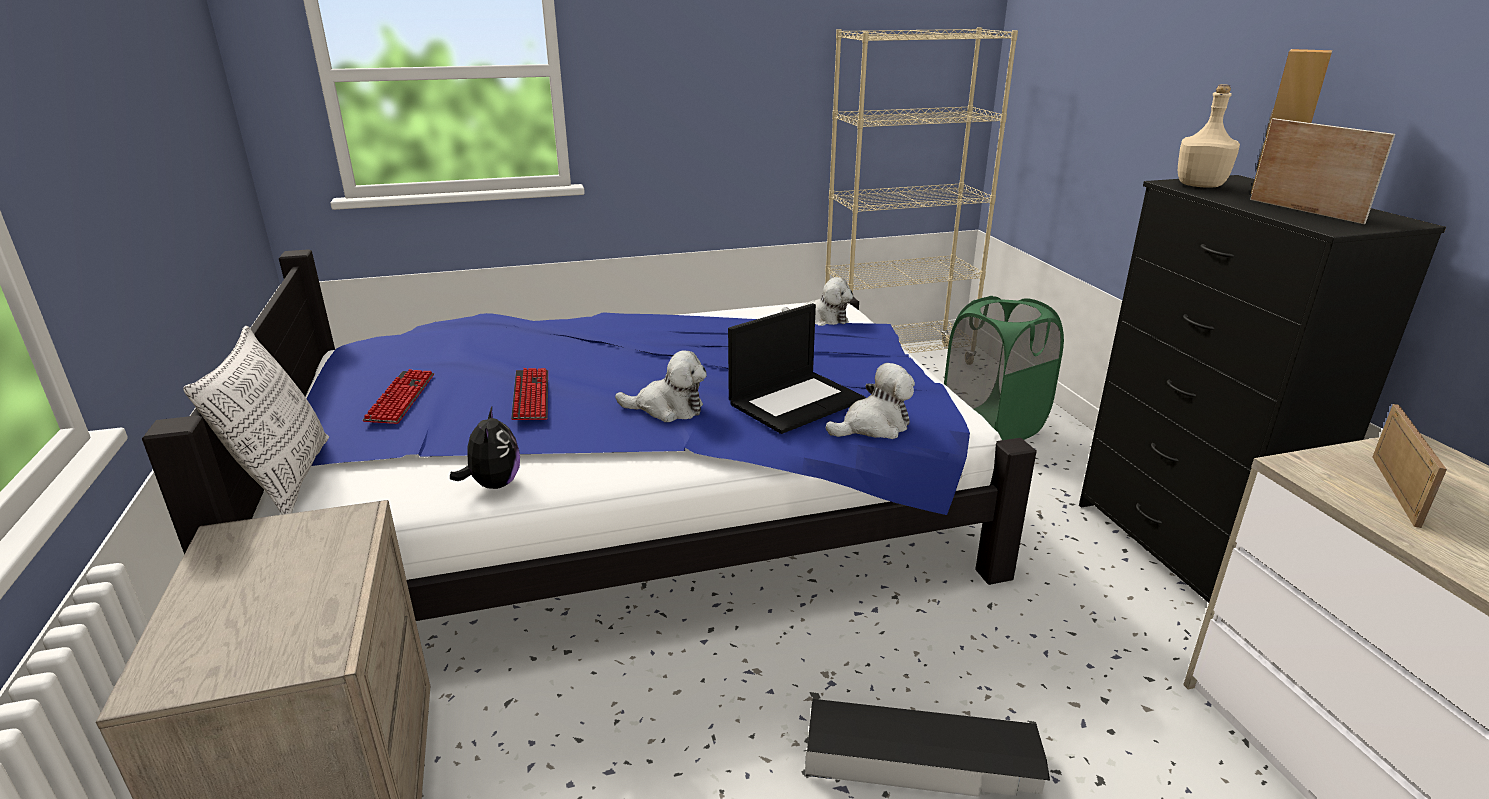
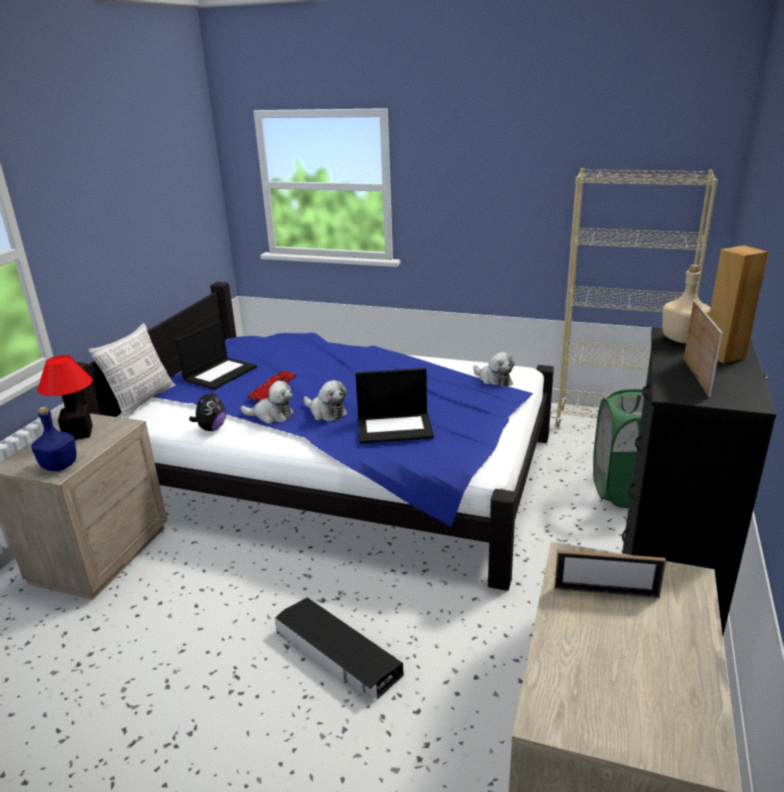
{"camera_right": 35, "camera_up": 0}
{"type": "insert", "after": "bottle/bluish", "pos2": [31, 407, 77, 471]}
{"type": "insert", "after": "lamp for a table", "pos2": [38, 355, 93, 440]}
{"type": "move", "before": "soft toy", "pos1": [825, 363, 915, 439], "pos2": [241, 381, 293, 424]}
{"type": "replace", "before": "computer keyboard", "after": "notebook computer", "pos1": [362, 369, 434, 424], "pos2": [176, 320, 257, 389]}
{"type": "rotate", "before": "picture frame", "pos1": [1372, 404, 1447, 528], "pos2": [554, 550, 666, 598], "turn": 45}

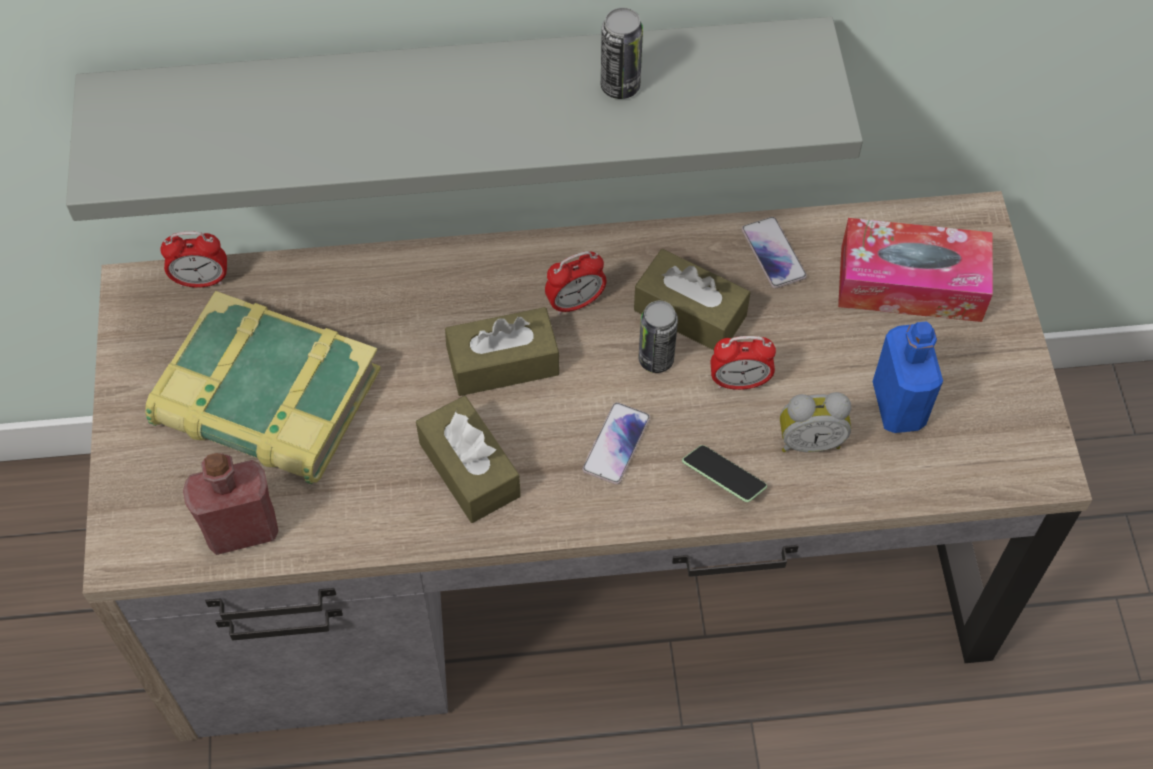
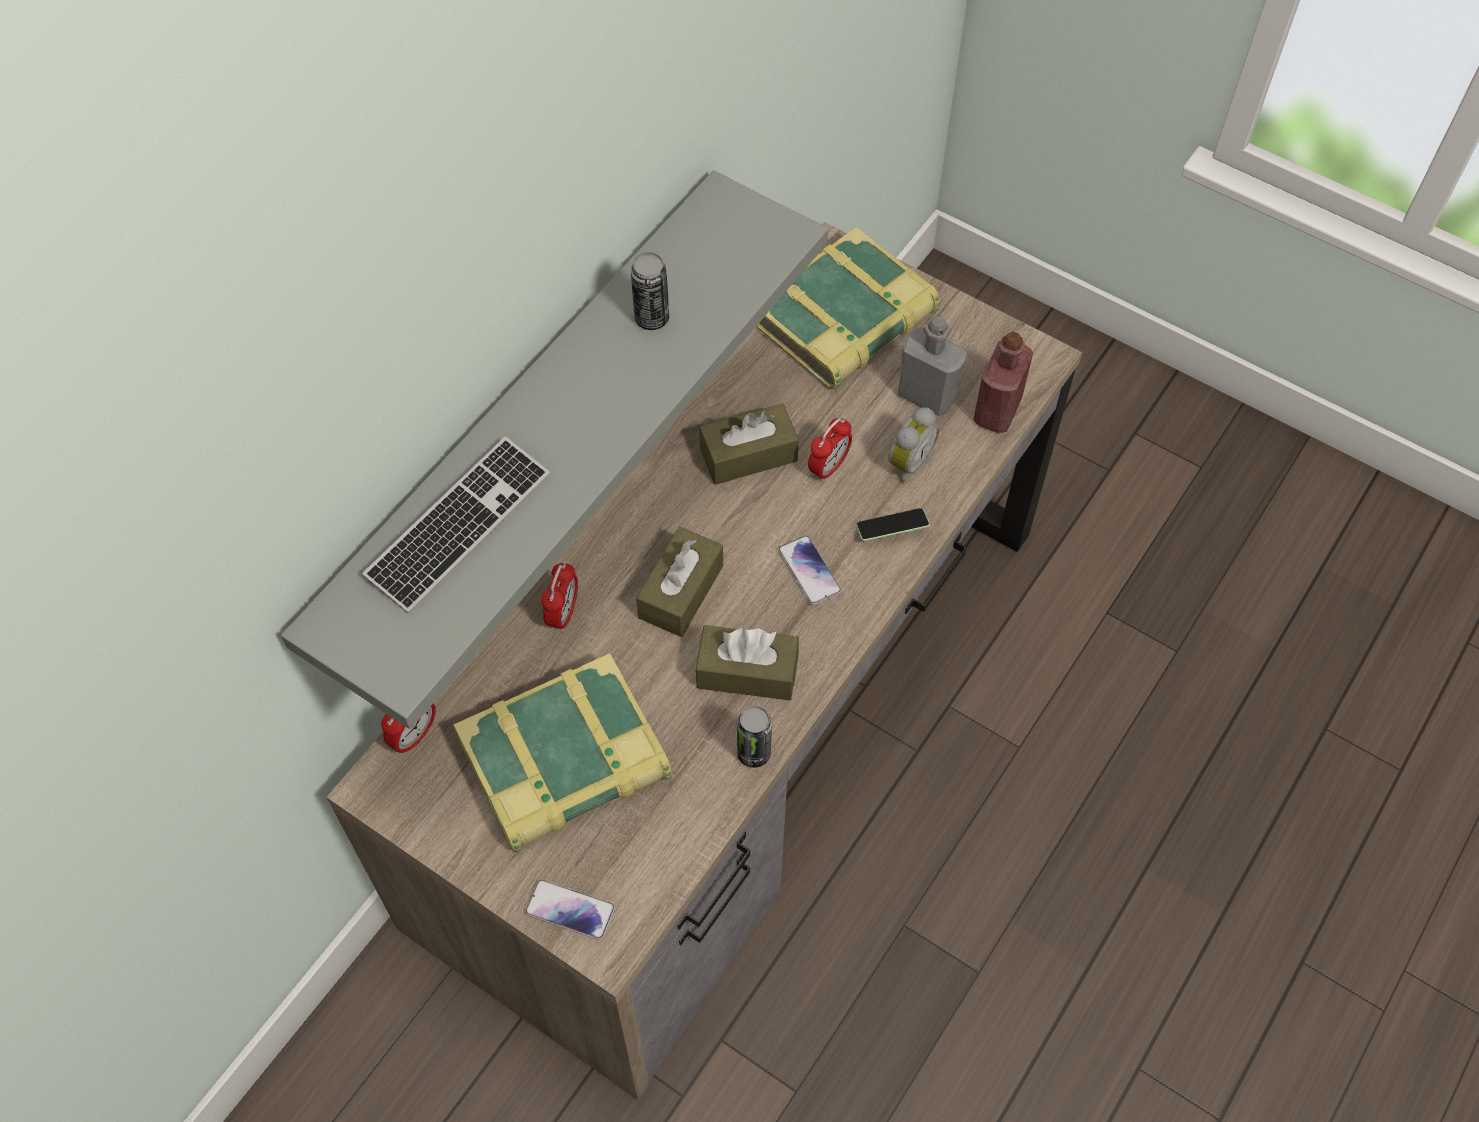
{"camera_right": -50, "camera_up": 0}
{"type": "insert", "after": "computer keyboard", "pos2": [362, 437, 550, 613]}
{"type": "move", "before": "bottle/reddish", "pos1": [183, 453, 278, 555], "pos2": [973, 331, 1033, 433]}
{"type": "move", "before": "bedside clock", "pos1": [545, 251, 606, 315], "pos2": [541, 562, 578, 632]}
{"type": "move", "before": "sealed can", "pos1": [639, 301, 678, 373], "pos2": [737, 705, 772, 768]}
{"type": "move", "before": "phone", "pos1": [742, 217, 807, 289], "pos2": [525, 879, 616, 940]}
{"type": "replace", "before": "box of tissues", "after": "bound book", "pos1": [838, 218, 993, 322], "pos2": [756, 227, 940, 390]}
{"type": "recolor", "before": "bottle/bluish", "after": "bottle/grey", "pos1": [872, 321, 943, 433], "pos2": [898, 317, 967, 416]}

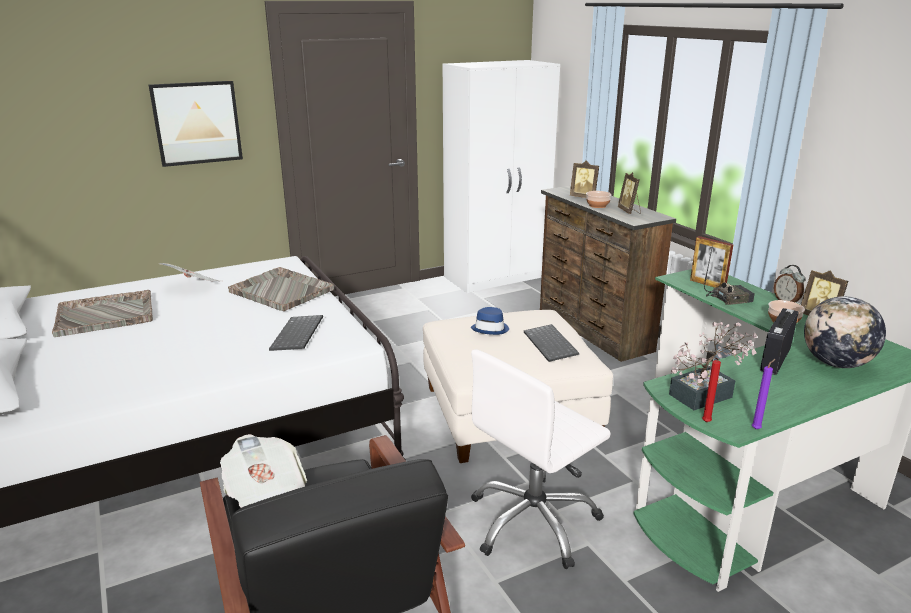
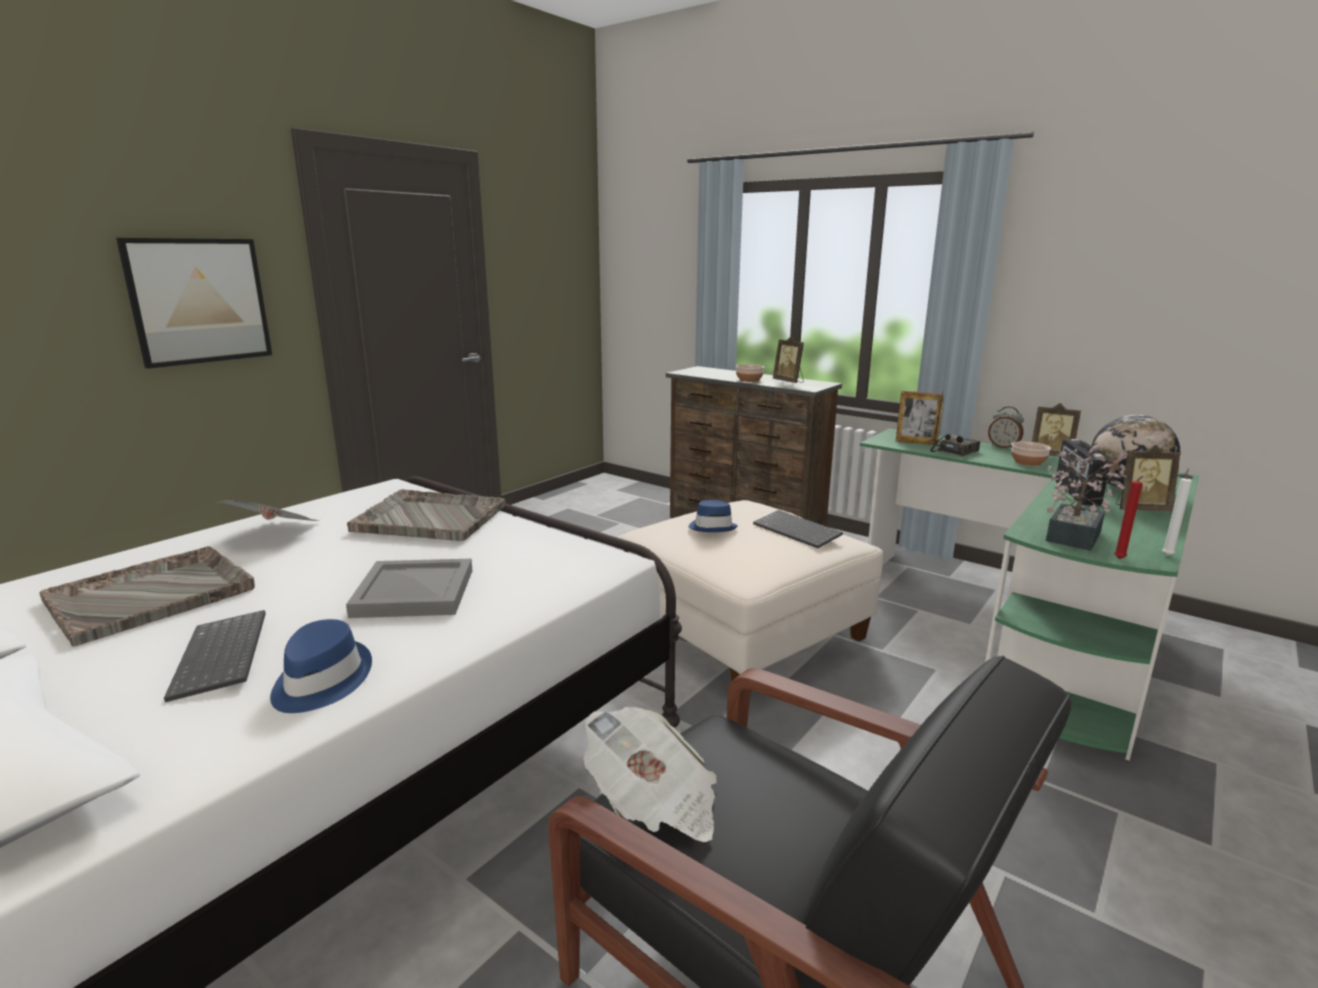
{"camera_right": -25, "camera_up": -5}
{"type": "delete", "before": "clothes cupboard/white", "pos1": [443, 60, 560, 293]}
{"type": "delete", "before": "office chair/white", "pos1": [471, 349, 611, 569]}
{"type": "insert", "after": "hat/bluish", "pos2": [270, 619, 372, 713]}
{"type": "insert", "after": "carrying tray/grey", "pos2": [346, 559, 472, 618]}
{"type": "move", "before": "computer keyboard", "pos1": [269, 315, 323, 351], "pos2": [164, 610, 266, 702]}
{"type": "move", "before": "picture frame", "pos1": [570, 160, 599, 198], "pos2": [1116, 445, 1181, 512]}
{"type": "recolor", "before": "candle/purplish", "after": "candle/white", "pos1": [752, 359, 775, 429], "pos2": [1162, 469, 1192, 556]}

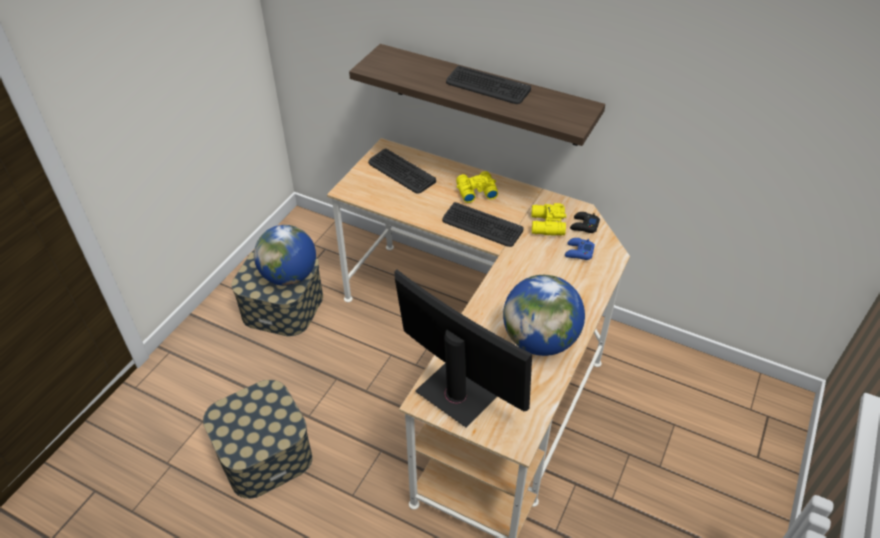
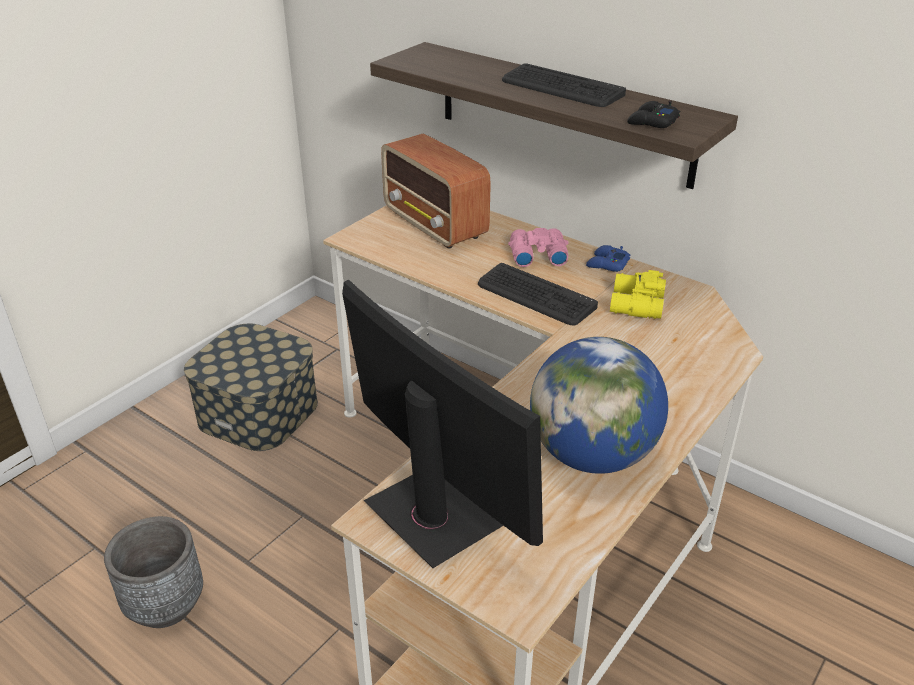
{"camera_right": 10, "camera_up": -10}
{"type": "delete", "before": "desk globe", "pos1": [254, 225, 316, 286]}
{"type": "move", "before": "gamepad/bluish", "pos1": [565, 238, 595, 260], "pos2": [586, 245, 631, 272]}
{"type": "move", "before": "gamepad/black", "pos1": [570, 212, 600, 233], "pos2": [627, 101, 680, 128]}
{"type": "replace", "before": "storage box", "after": "plant pot/grey", "pos1": [203, 380, 313, 499], "pos2": [104, 516, 203, 628]}
{"type": "replace", "before": "computer keyboard", "after": "radio", "pos1": [368, 148, 436, 194], "pos2": [381, 134, 491, 249]}
{"type": "recolor", "before": "field glasses/yellow", "after": "field glasses/pinkish", "pos1": [456, 171, 498, 203], "pos2": [508, 228, 569, 267]}

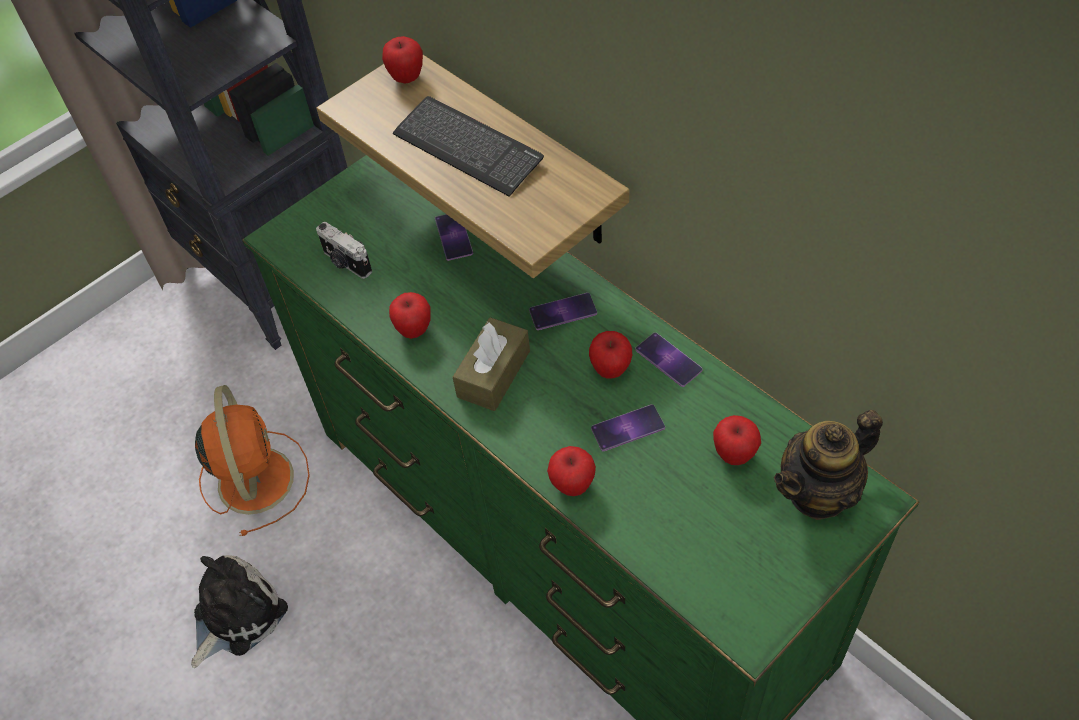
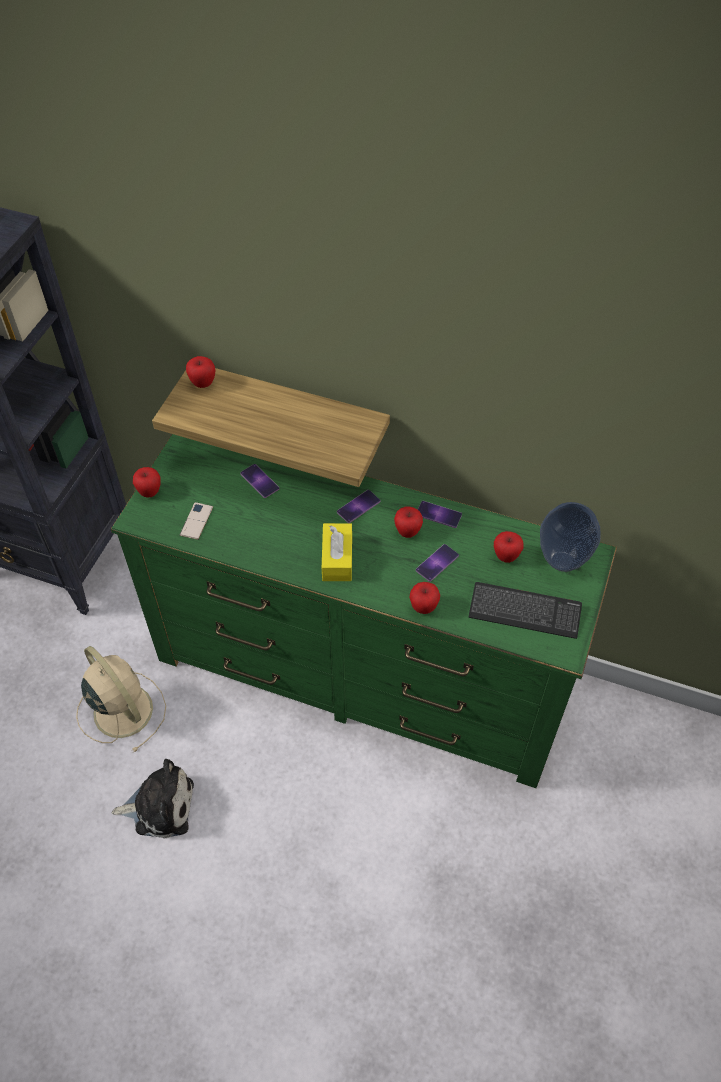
{"camera_right": -30, "camera_up": 0}
{"type": "move", "before": "whole apple", "pos1": [389, 292, 431, 339], "pos2": [133, 467, 161, 498]}
{"type": "move", "before": "computer keyboard", "pos1": [393, 96, 544, 197], "pos2": [469, 582, 582, 639]}
{"type": "replace", "before": "still camera", "after": "phone", "pos1": [316, 222, 372, 279], "pos2": [180, 502, 213, 540]}
{"type": "replace", "before": "pot for tea", "after": "decorative vase", "pos1": [774, 410, 883, 520], "pos2": [540, 502, 601, 572]}
{"type": "recolor", "before": "electric fan/orange", "after": "electric fan/beige", "pos1": [195, 385, 310, 536], "pos2": [76, 646, 166, 752]}
{"type": "recolor", "before": "box of tissues/brownish", "after": "box of tissues/yellow", "pos1": [453, 317, 530, 411], "pos2": [322, 523, 352, 581]}
{"type": "rotate", "before": "soft toy", "pos1": [191, 555, 288, 668], "pos2": [112, 759, 194, 838], "turn": 75}

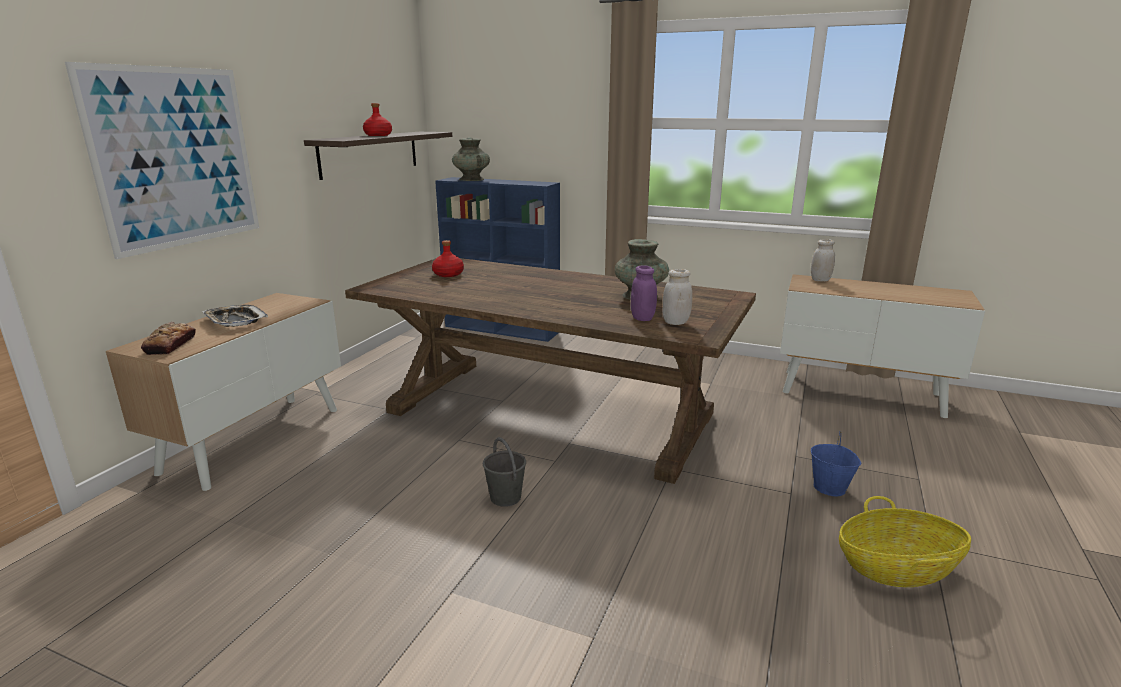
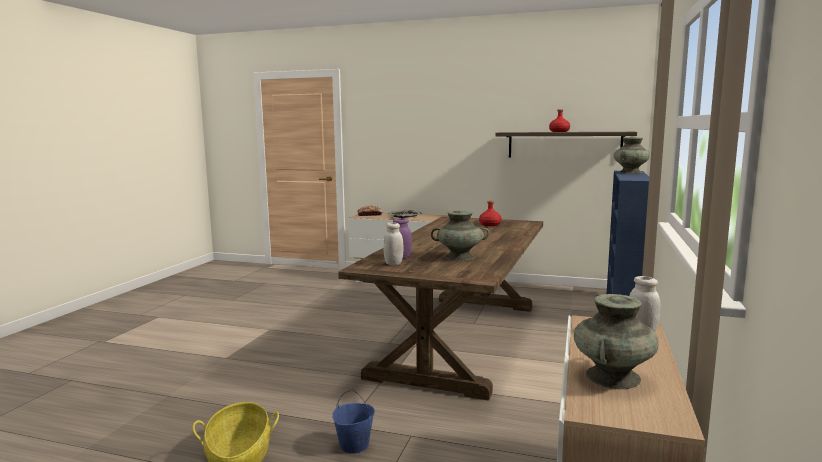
{"camera_right": 85, "camera_up": -10}
{"type": "delete", "before": "wall art", "pos1": [65, 62, 259, 259]}
{"type": "delete", "before": "water bucket/grey", "pos1": [483, 437, 526, 507]}
{"type": "insert", "after": "decorative vase/turquoise-coloured", "pos2": [574, 294, 659, 389]}

